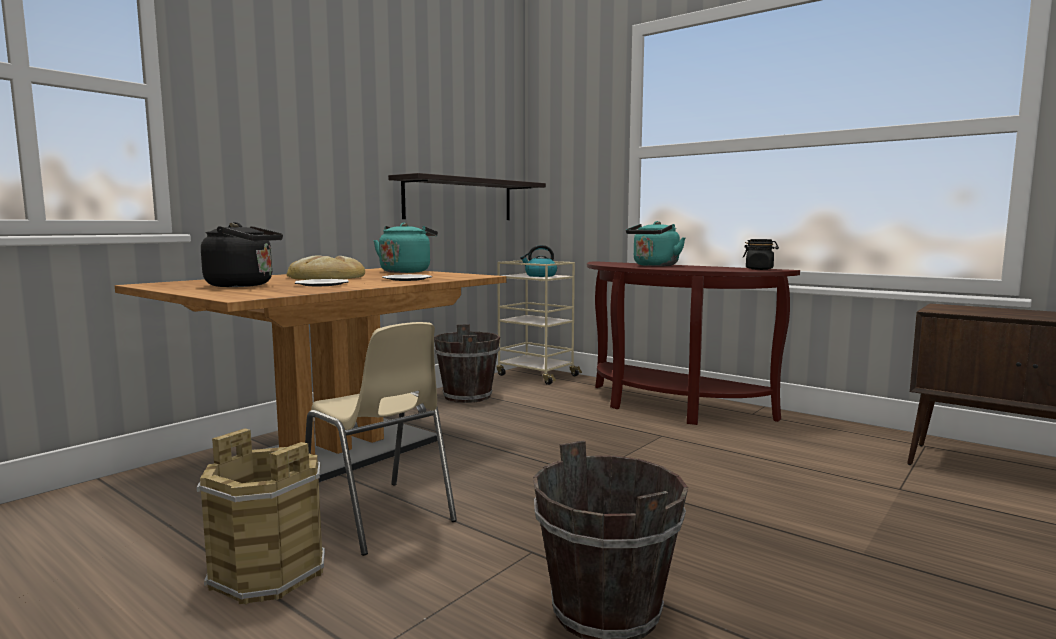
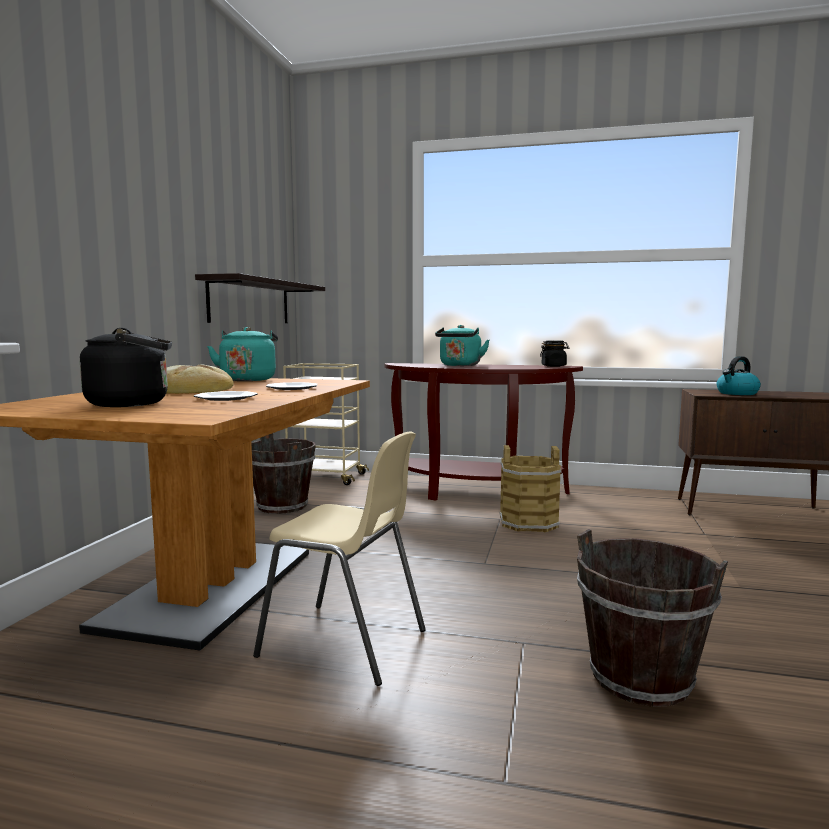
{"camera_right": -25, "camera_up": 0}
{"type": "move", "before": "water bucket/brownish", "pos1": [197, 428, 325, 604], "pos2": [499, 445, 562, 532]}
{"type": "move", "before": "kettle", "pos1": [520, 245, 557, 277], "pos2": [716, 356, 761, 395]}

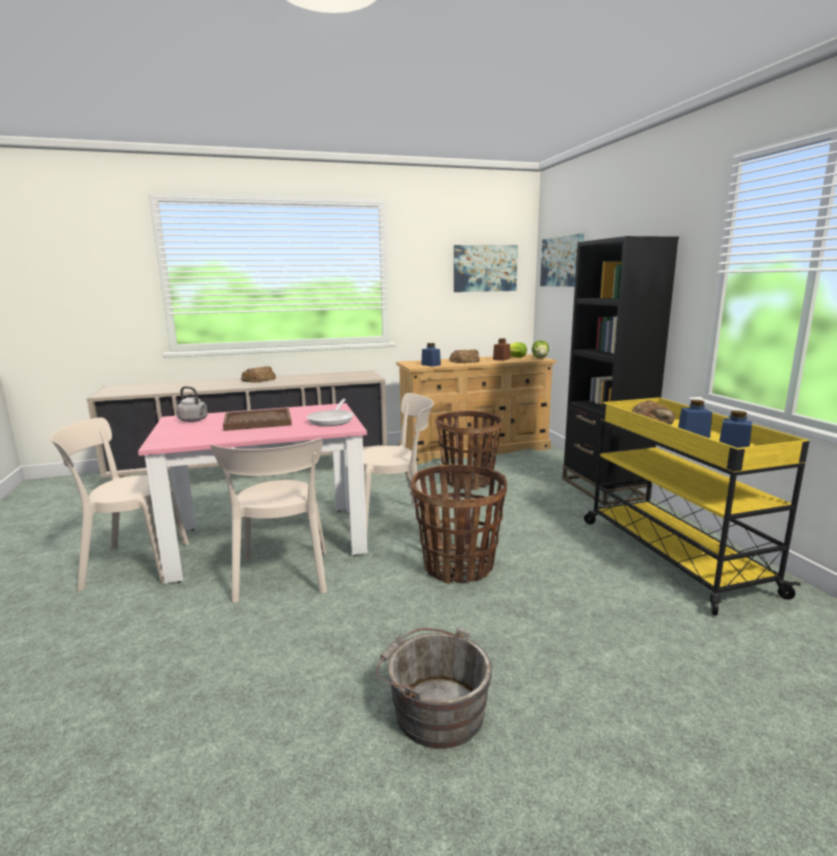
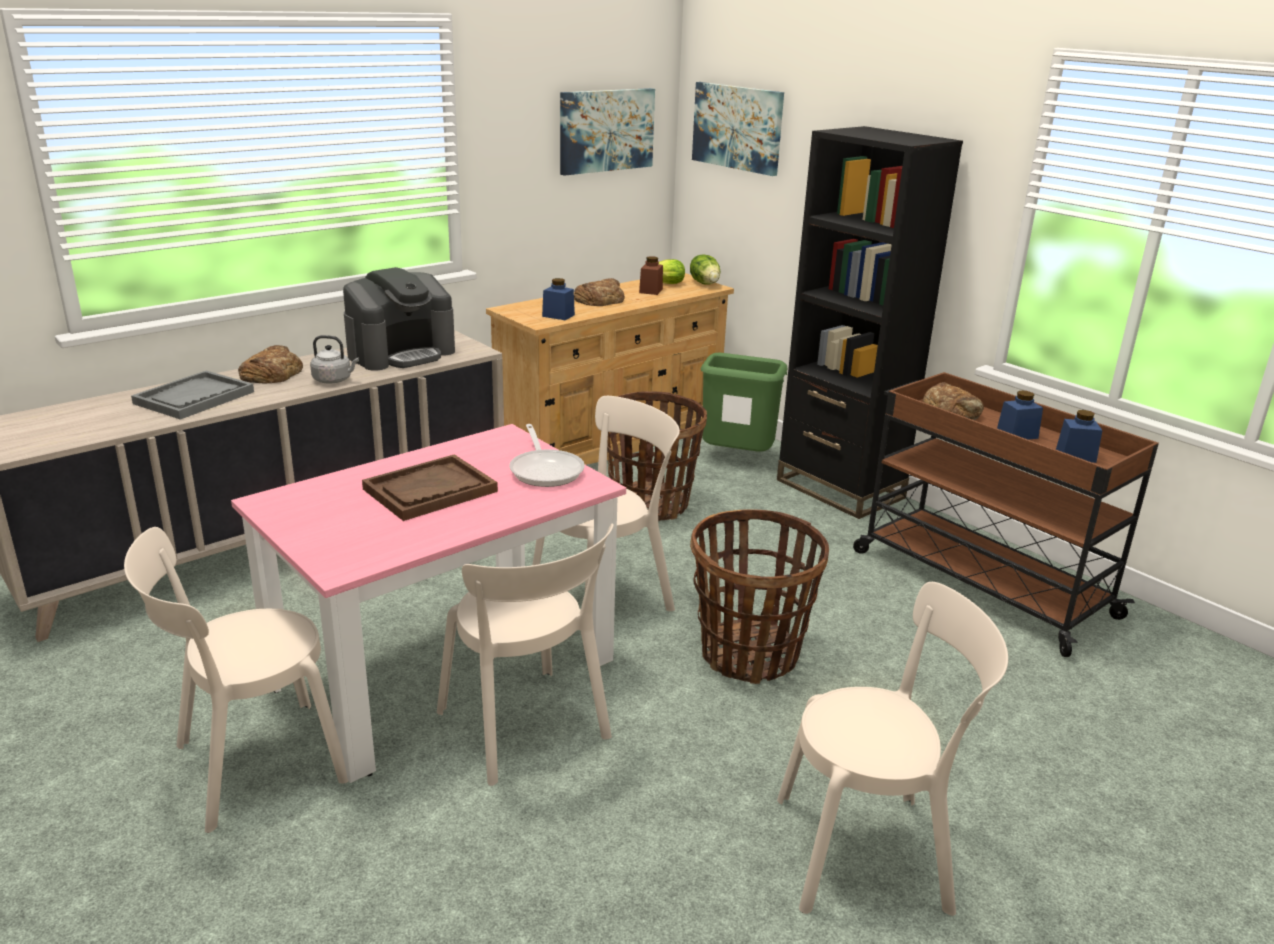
{"camera_right": -25, "camera_up": 10}
{"type": "insert", "after": "carrying tray/grey", "pos2": [131, 370, 254, 420]}
{"type": "insert", "after": "coffee maker", "pos2": [343, 267, 455, 371]}
{"type": "insert", "after": "waste bin/greenish", "pos2": [701, 353, 788, 452]}
{"type": "move", "before": "kettle/grey", "pos1": [176, 386, 208, 422], "pos2": [310, 335, 359, 383]}
{"type": "replace", "before": "water bucket/grey", "after": "plain chair/beige", "pos1": [376, 628, 492, 749], "pos2": [777, 582, 1008, 916]}
{"type": "recolor", "before": "wheeled cart/yellow", "after": "wheeled cart/brownish", "pos1": [584, 397, 809, 616], "pos2": [853, 372, 1159, 657]}

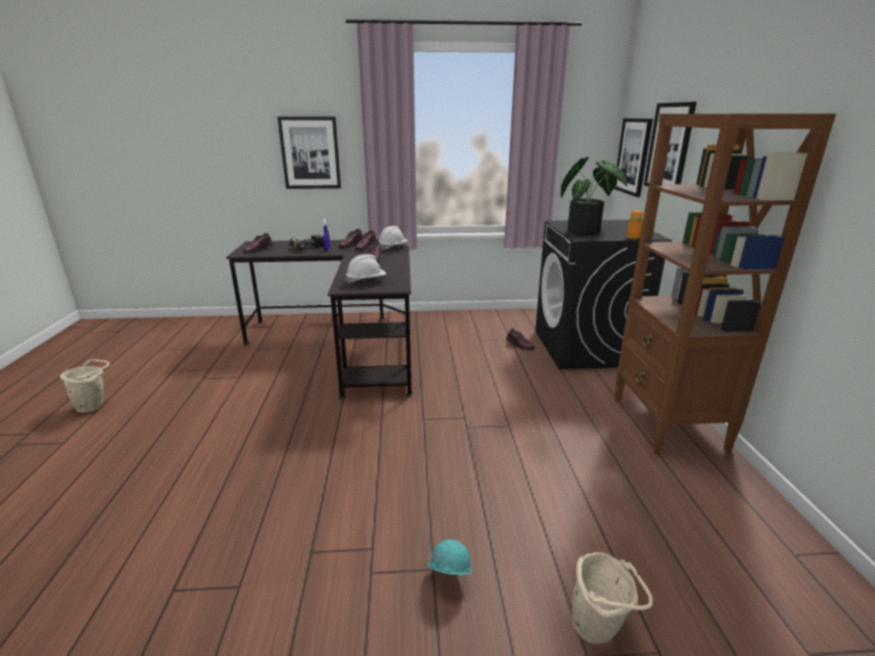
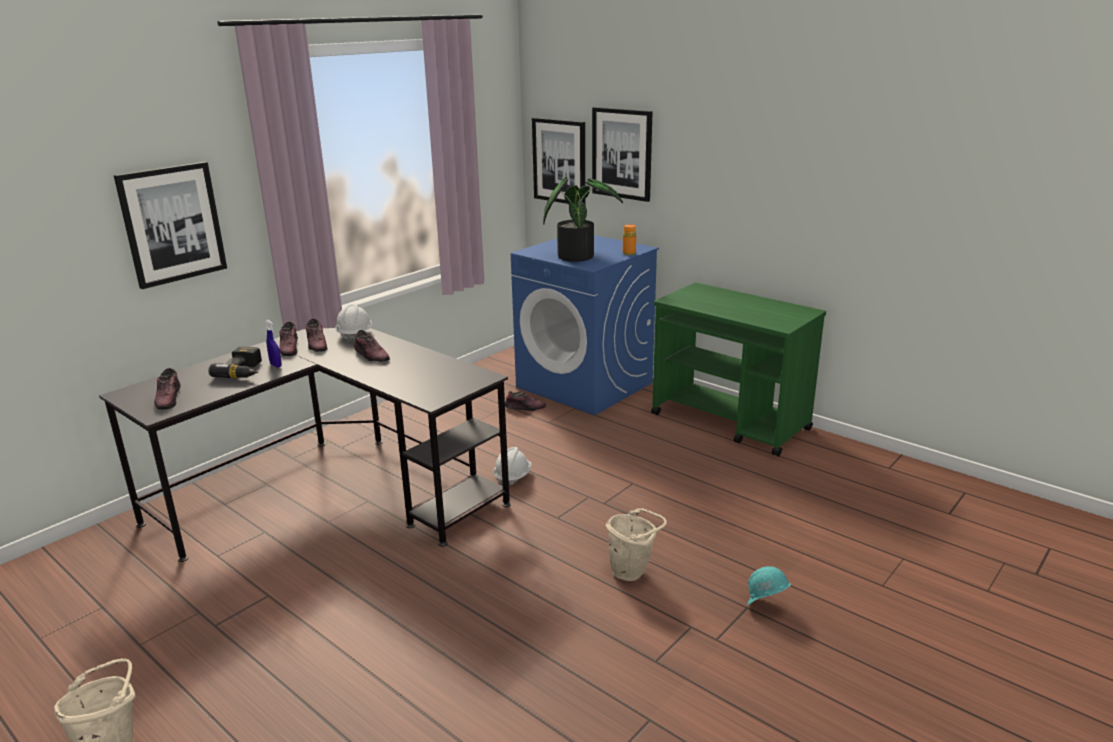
{"camera_right": -45, "camera_up": 0}
{"type": "move", "before": "work helmet/white", "pos1": [346, 254, 386, 284], "pos2": [493, 447, 532, 486]}
{"type": "move", "before": "water bucket/beige", "pos1": [572, 552, 653, 644], "pos2": [606, 508, 667, 581]}
{"type": "replace", "before": "shelving unit/brownish", "after": "wheeled cart/greenish", "pos1": [614, 114, 836, 454], "pos2": [651, 283, 826, 457]}
{"type": "recolor", "before": "washing machine/black", "after": "washing machine/bluish", "pos1": [535, 220, 672, 369], "pos2": [511, 235, 659, 415]}

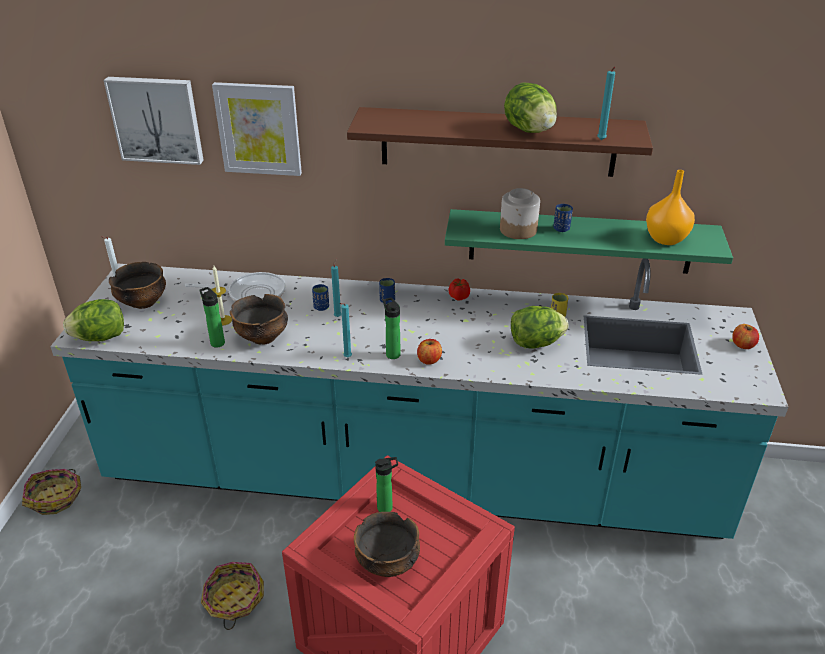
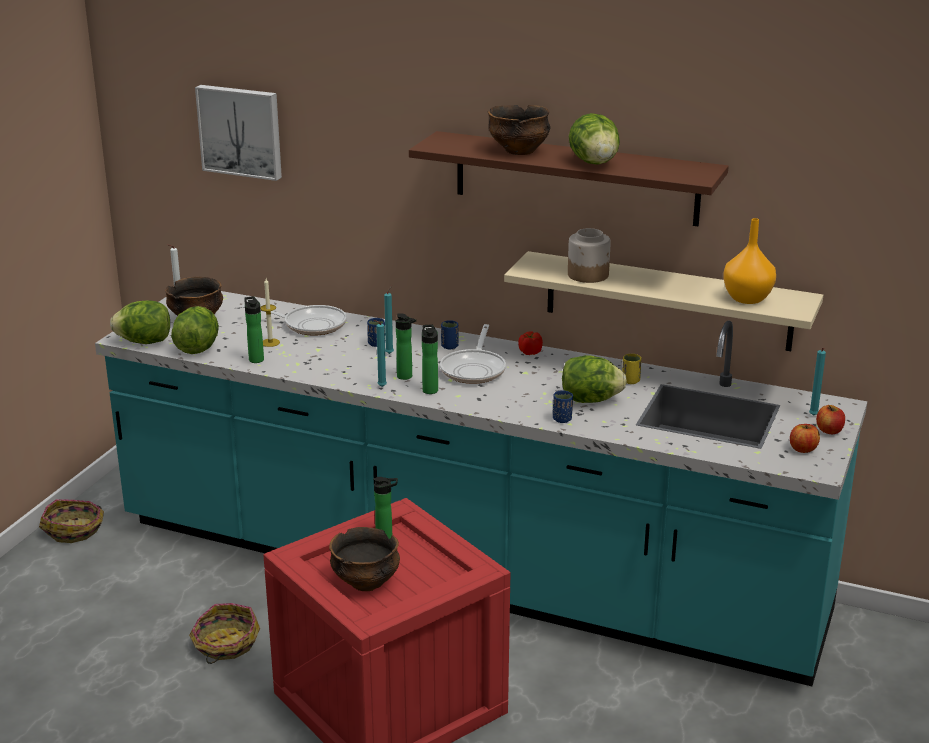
{"camera_right": 15, "camera_up": -10}
{"type": "delete", "before": "wall art", "pos1": [212, 82, 302, 176]}
{"type": "insert", "after": "lettuce", "pos2": [171, 306, 219, 354]}
{"type": "insert", "after": "bottle", "pos2": [396, 313, 416, 380]}
{"type": "insert", "after": "skillet", "pos2": [440, 324, 506, 384]}
{"type": "move", "before": "bowl", "pos1": [230, 294, 288, 345], "pos2": [488, 105, 550, 155]}
{"type": "move", "before": "whole apple", "pos1": [417, 339, 442, 365], "pos2": [790, 424, 820, 453]}
{"type": "move", "before": "small cup/bluish", "pos1": [553, 204, 573, 232], "pos2": [553, 391, 573, 423]}
{"type": "move", "before": "candle/turquoise-coloured", "pos1": [597, 67, 615, 140], "pos2": [809, 348, 826, 416]}
{"type": "recolor", "before": "bracket shelf/greenish", "after": "bracket shelf/beige", "pos1": [445, 209, 733, 274], "pos2": [504, 251, 823, 351]}

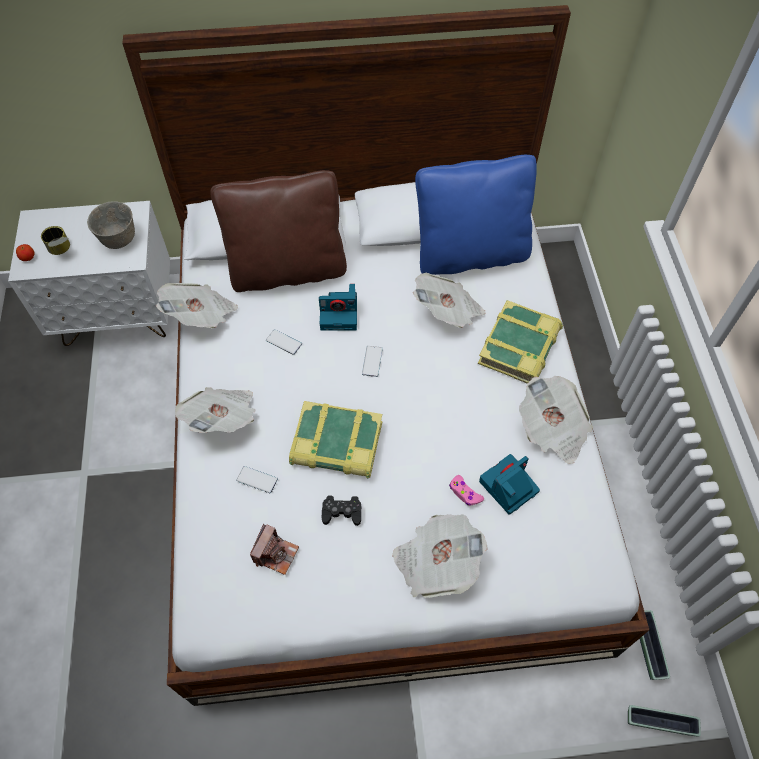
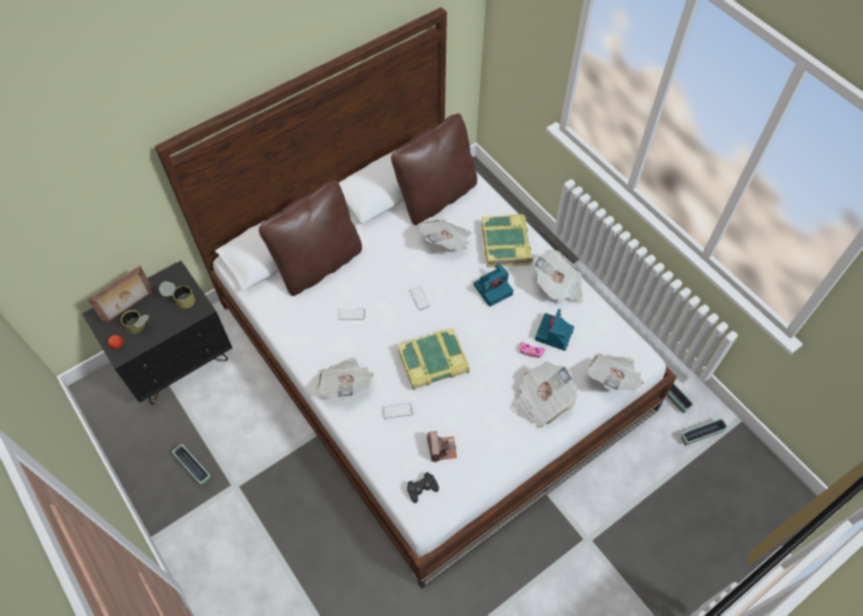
{"camera_right": -30, "camera_up": 0}
{"type": "insert", "after": "picture frame", "pos2": [88, 265, 154, 325]}
{"type": "insert", "after": "plant pot", "pos2": [172, 444, 210, 485]}
{"type": "move", "before": "newspaper", "pos1": [156, 283, 238, 329], "pos2": [586, 353, 644, 391]}
{"type": "move", "before": "still camera", "pos1": [319, 284, 357, 331], "pos2": [473, 263, 513, 307]}
{"type": "move", "before": "gamepad/black", "pos1": [322, 496, 361, 526], "pos2": [407, 472, 439, 503]}
{"type": "replace", "before": "bowl/grey", "after": "sealed can", "pos1": [87, 201, 135, 249], "pos2": [159, 281, 195, 309]}
{"type": "recolor", "before": "night table/white", "after": "night table/black", "pos1": [8, 201, 170, 346], "pos2": [82, 261, 232, 405]}
{"type": "recolor", "before": "throw pillow/bluish", "after": "throw pillow/brownish", "pos1": [415, 155, 537, 275], "pos2": [391, 113, 477, 225]}

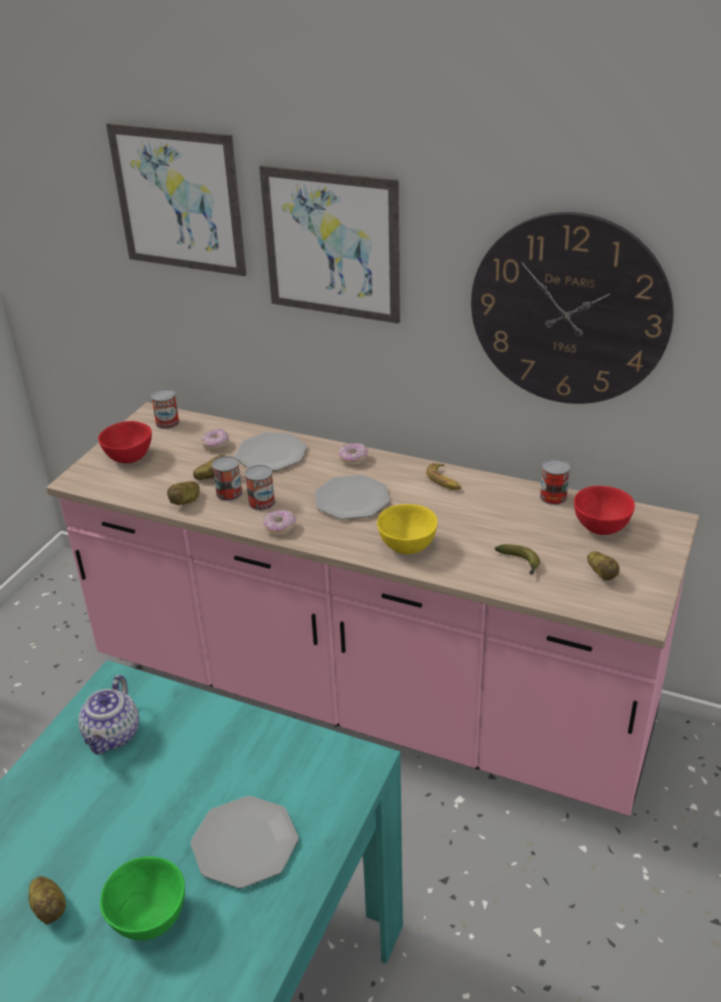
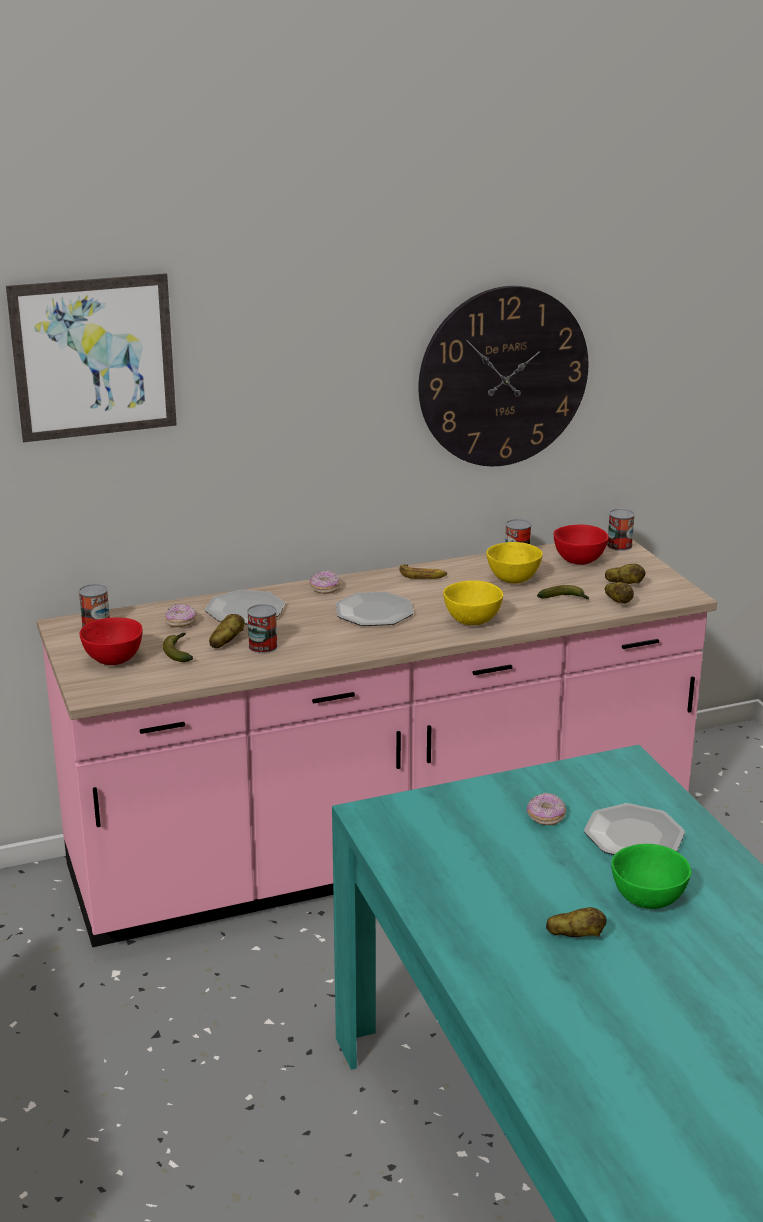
{"camera_right": -45, "camera_up": -10}
{"type": "delete", "before": "pot for tea", "pos1": [78, 675, 139, 755]}
{"type": "delete", "before": "wall art", "pos1": [259, 165, 400, 324]}
{"type": "insert", "after": "banana", "pos2": [163, 633, 193, 662]}
{"type": "insert", "after": "bowl/yellow", "pos2": [486, 542, 543, 584]}
{"type": "move", "before": "potato", "pos1": [167, 481, 200, 505], "pos2": [605, 582, 634, 604]}
{"type": "move", "before": "sealed can", "pos1": [245, 465, 275, 511], "pos2": [607, 509, 635, 551]}
{"type": "move", "before": "doughnut", "pos1": [263, 510, 296, 536], "pos2": [527, 793, 566, 825]}

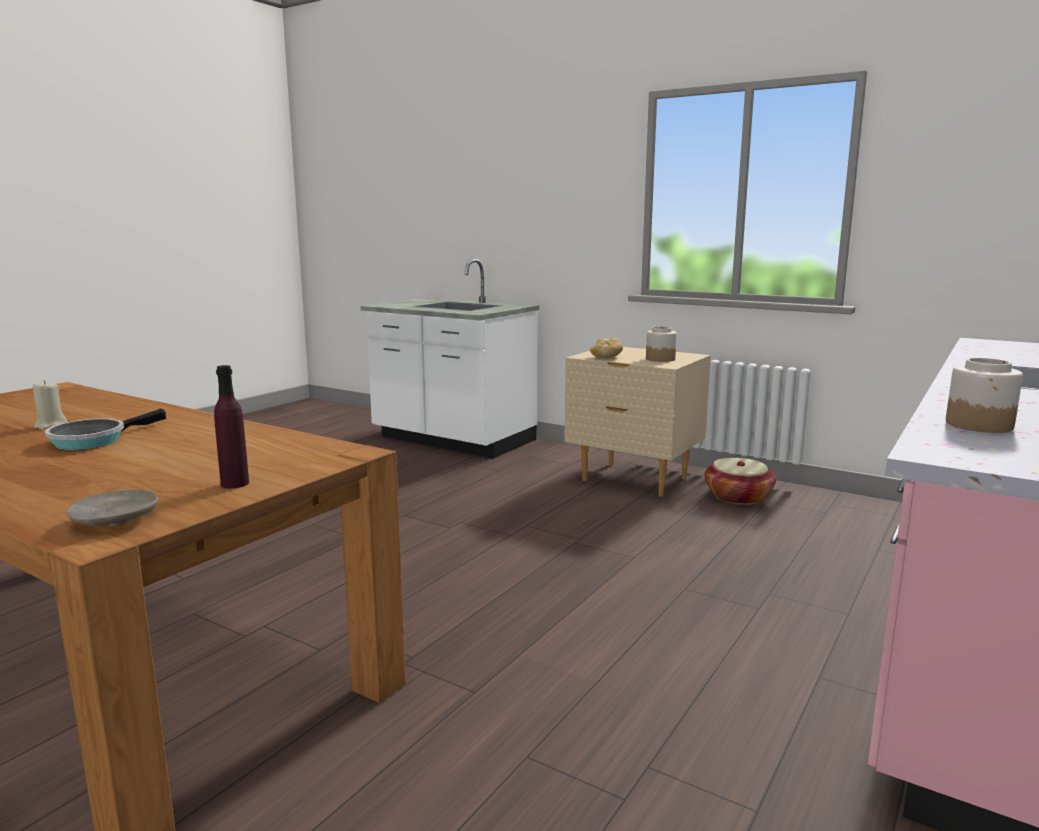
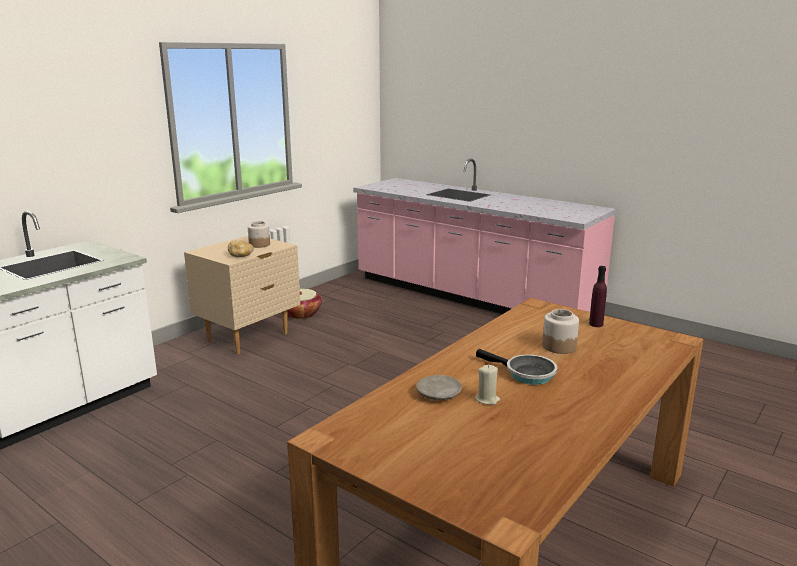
{"camera_right": -85, "camera_up": 5}
{"type": "move", "before": "flat dish/beige", "pos1": [66, 490, 158, 526], "pos2": [416, 375, 462, 400]}
{"type": "move", "before": "storage jar", "pos1": [946, 358, 1023, 433], "pos2": [542, 309, 579, 354]}

